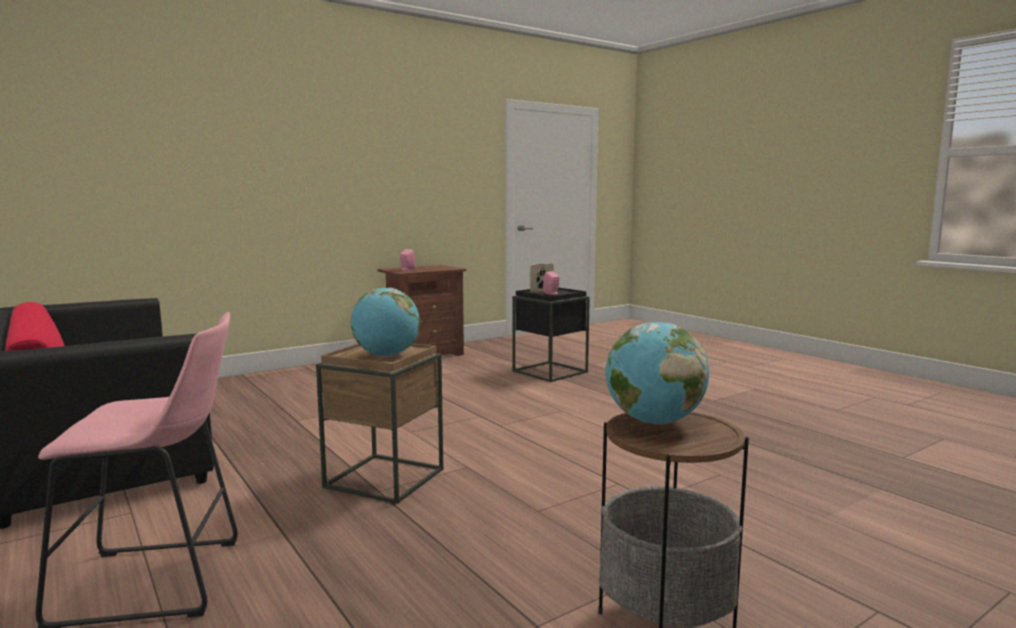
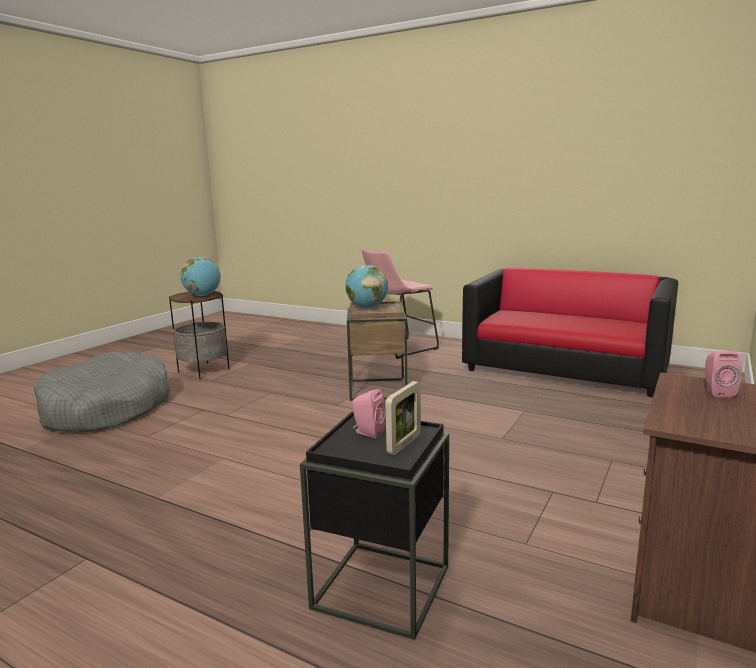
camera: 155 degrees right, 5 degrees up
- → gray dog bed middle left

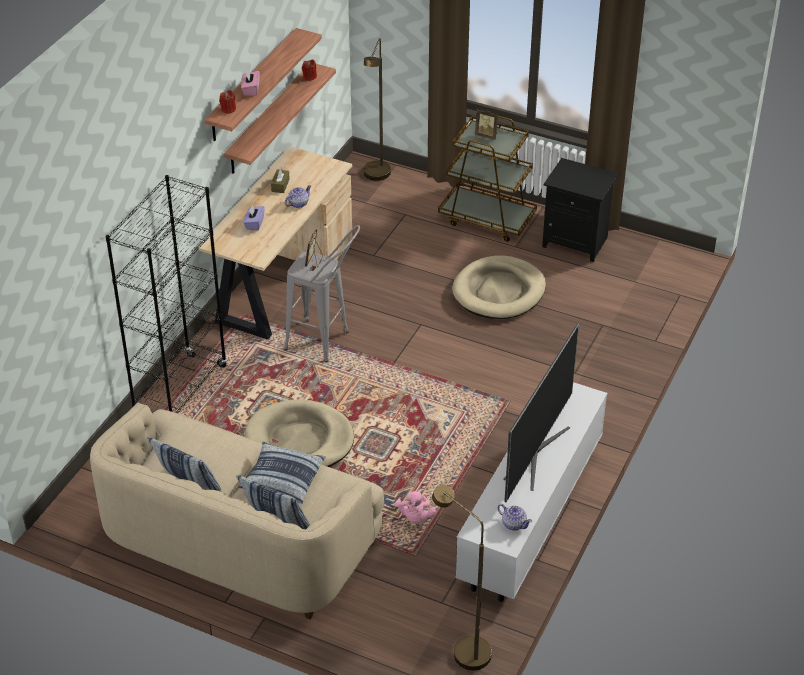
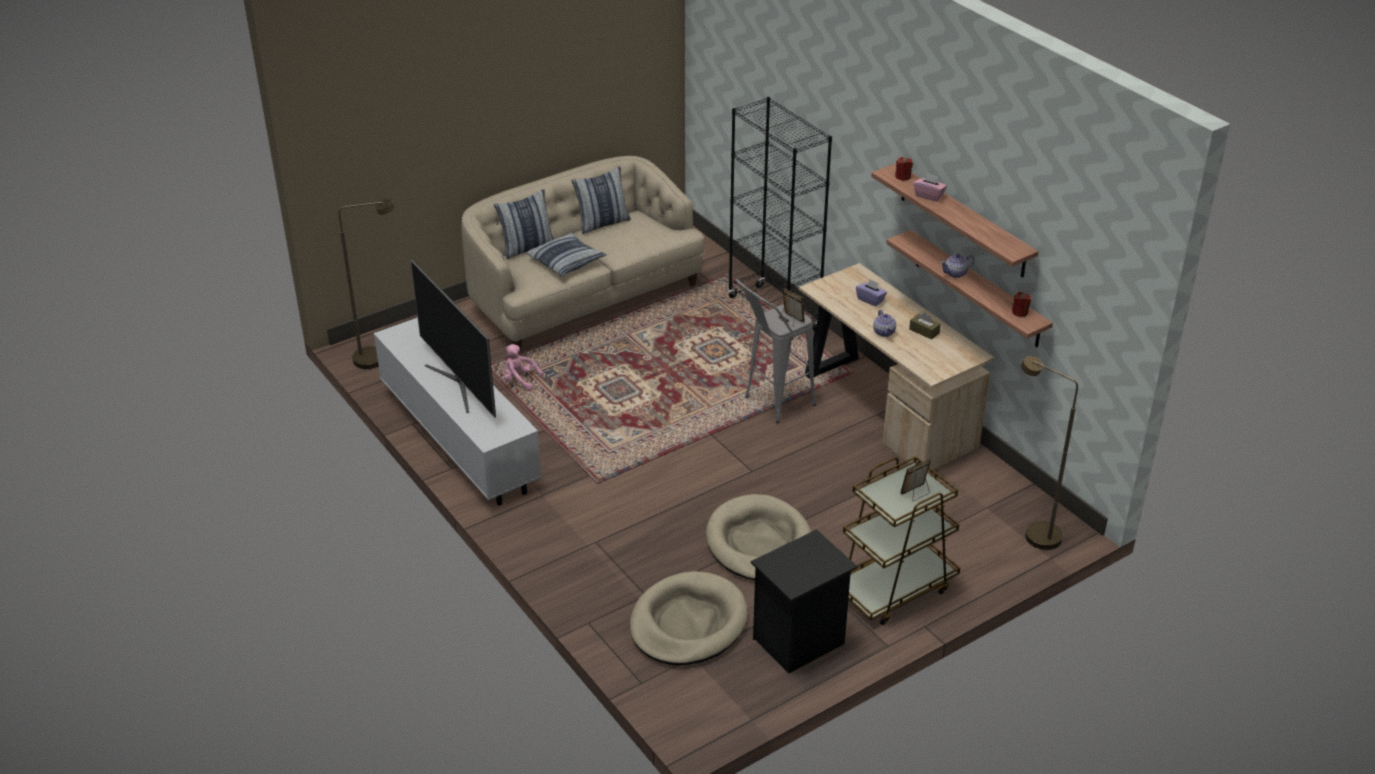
camera: 120 degrees right, 5 degrees down
beige-coloured dog bed (no. 1 from left) centre → beige-coloured dog bed (no. 1 from left) bottom centre, relocated
tea pot (no. 2 from left) bottom centre → tea pot (no. 2 from left) middle right, relocated

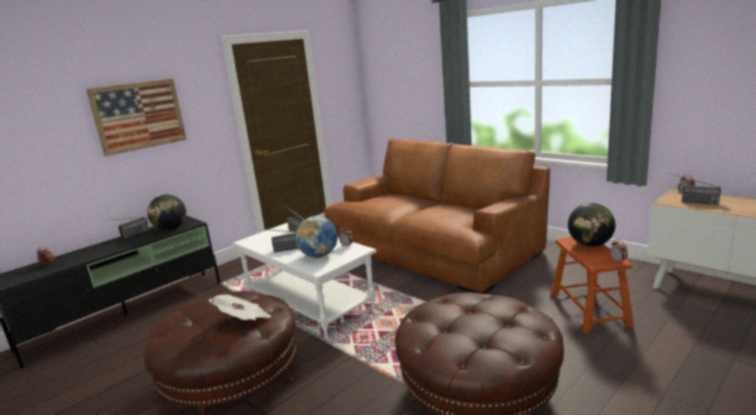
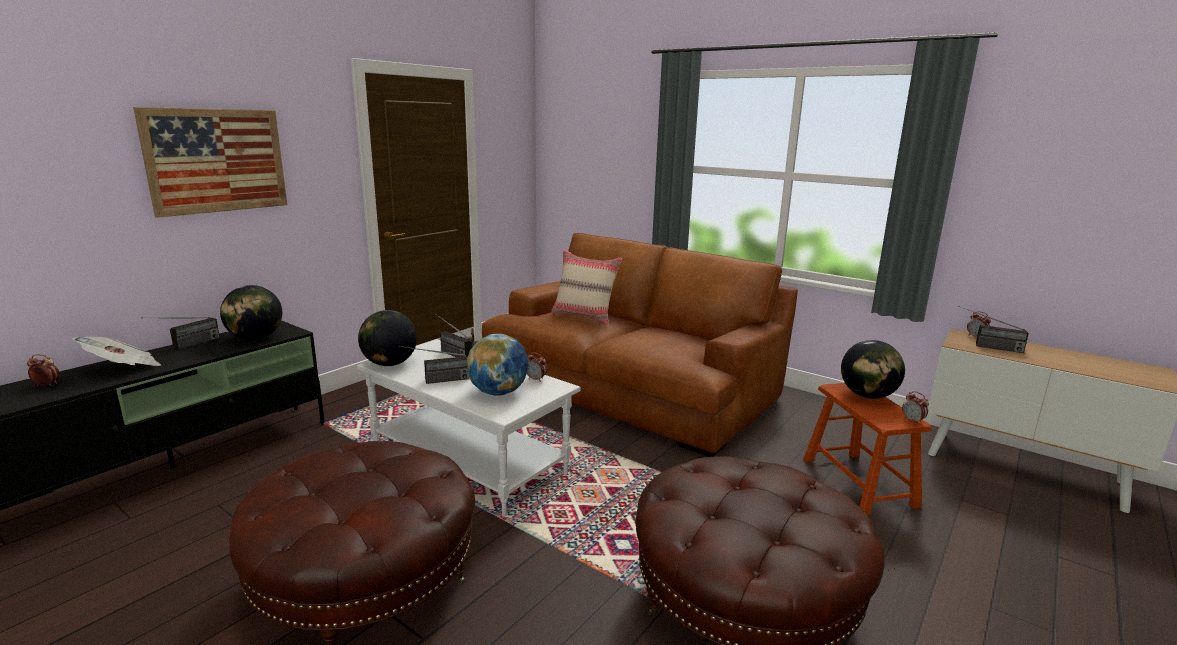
camera: 10 degrees left, 0 degrees up
printed paper bottom left → printed paper middle left, relocated
- → desk globe (no. 2 from left) middle left
- → beige-coloured throw pillow centre

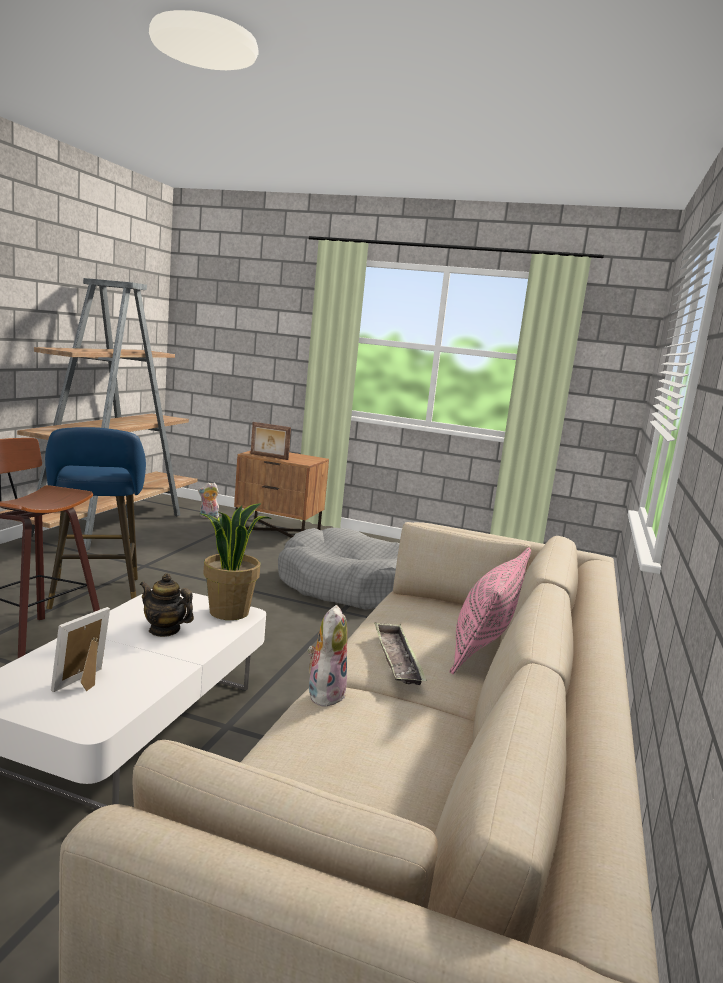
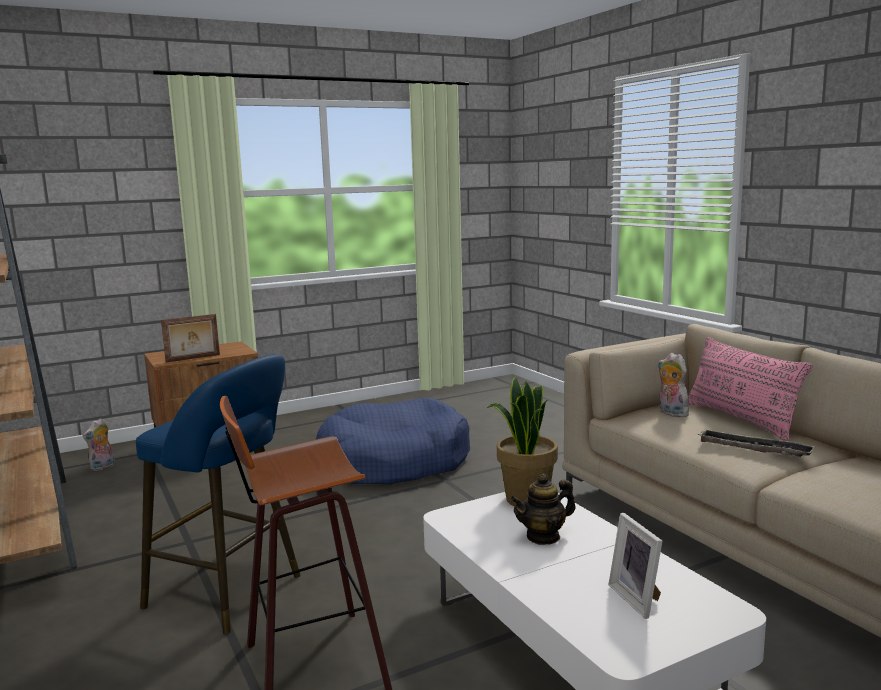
camera: 45 degrees left, 0 degrees up
gray dog bed centre → bluish dog bed centre
plush toy (no. 2 from left) centre → plush toy (no. 2 from left) middle right, relocated

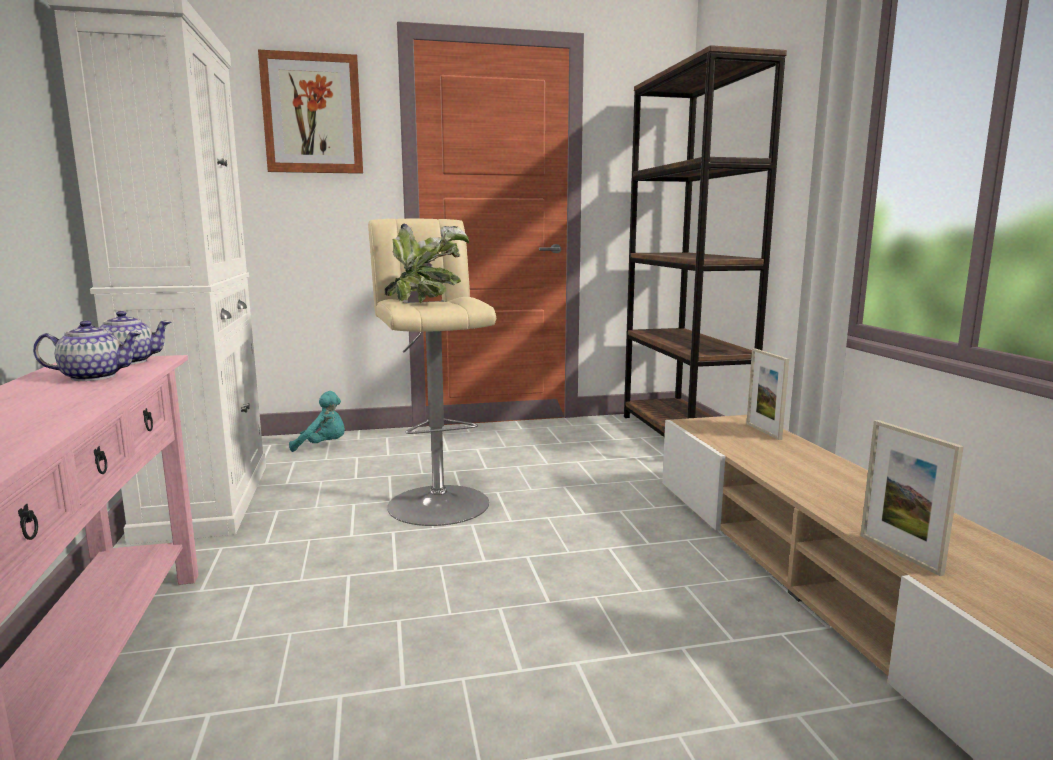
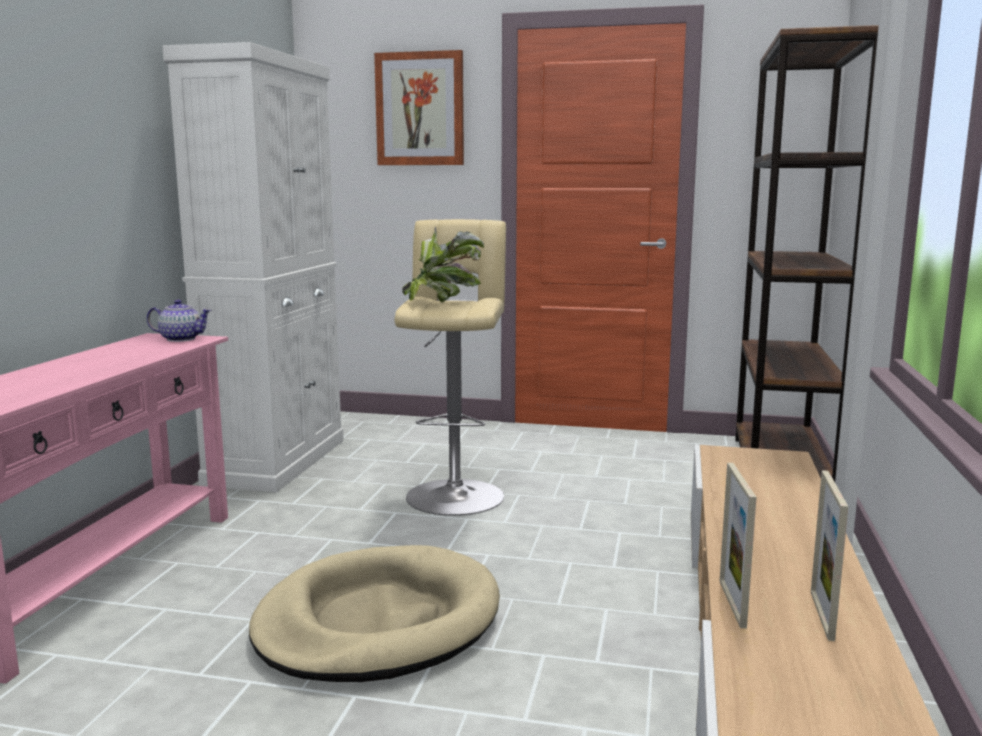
camera: 25 degrees right, 0 degrees up
- → beige-coloured dog bed bottom centre
standing frame (no. 1 from left in the first image) middle right → standing frame (no. 2 from left) bottom right, relocated
tea pot (no. 1 from left) middle left → -
blue-green plush toy middle left → -

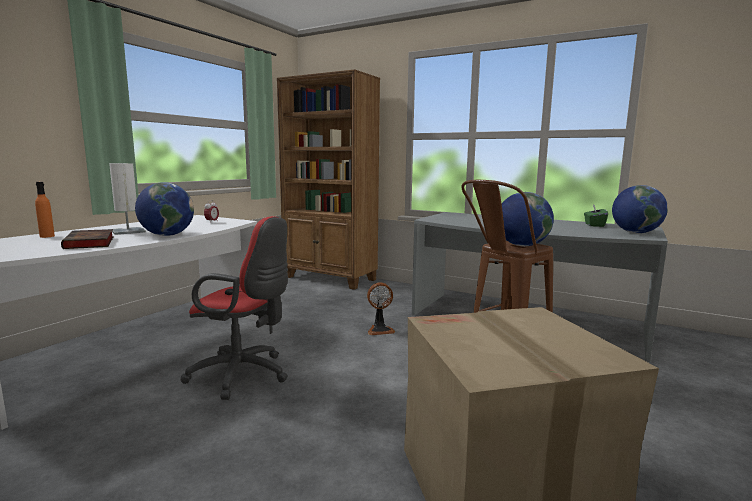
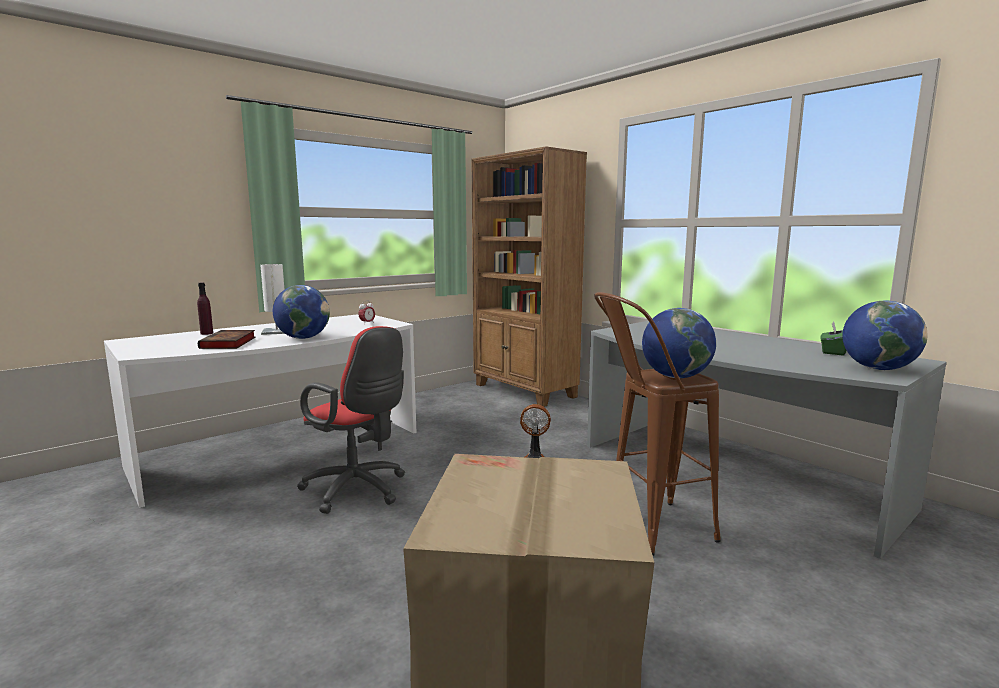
camera: 20 degrees right, 0 degrees up
orange-coloured beverage bottle middle left → purple beverage bottle middle left

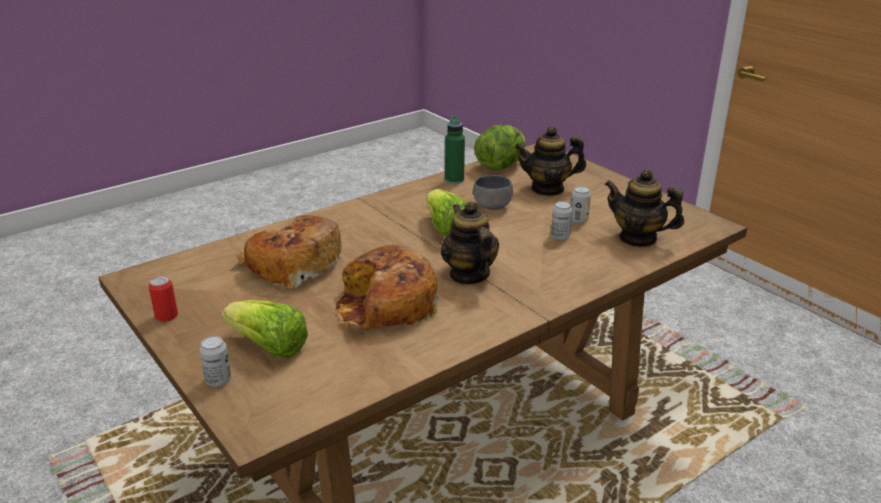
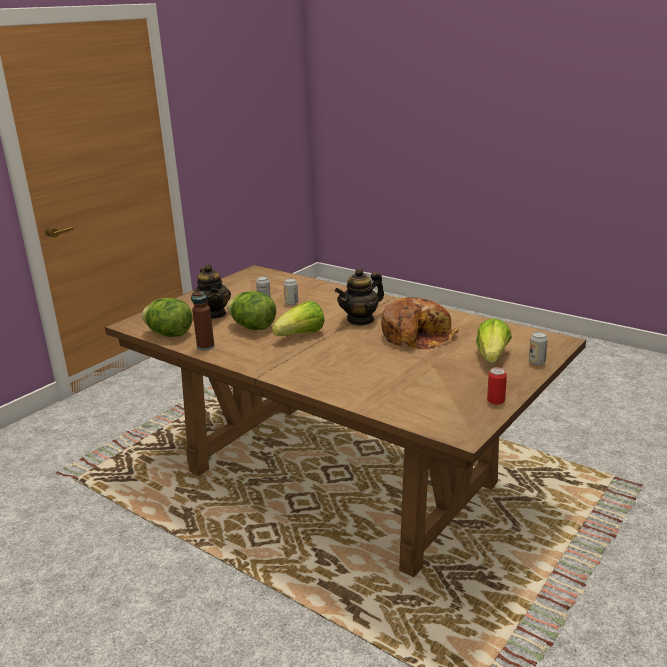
camera: 105 degrees left, 5 degrees down
green-coloured beverage bottle top centre → brown beverage bottle middle left
gray serving bowl centre → lettuce head (no. 2 from left) centre
baked bread (no. 1 from left) middle left → -
tea pot (no. 3 from left) middle right → -

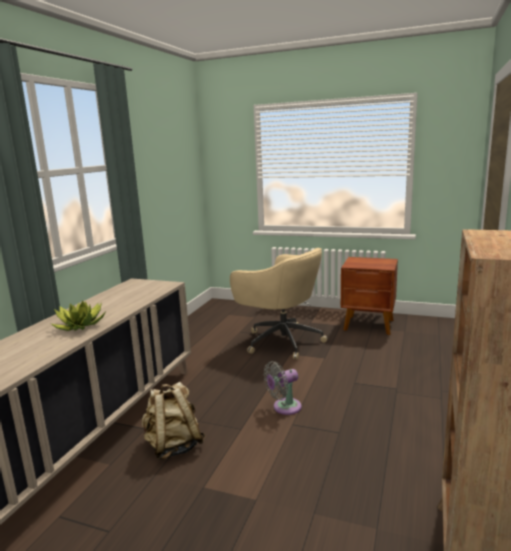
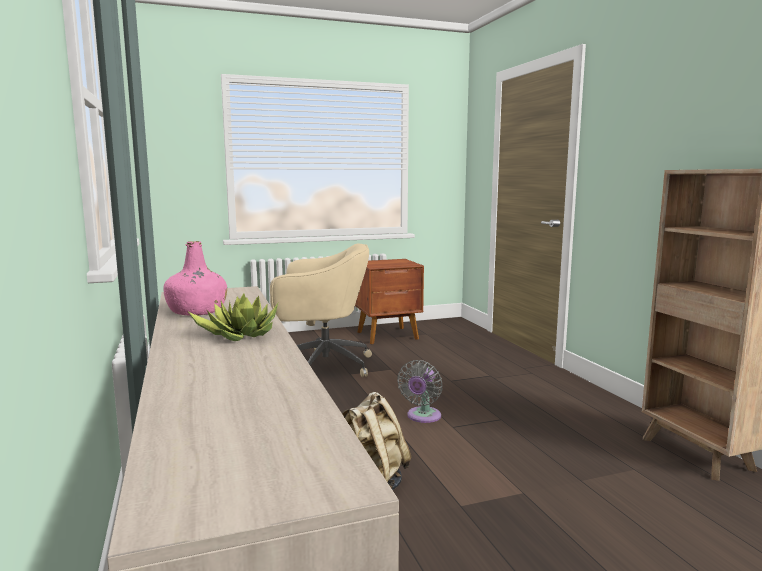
camera: 40 degrees left, 5 degrees down
- → pink-coloured beverage bottle middle left

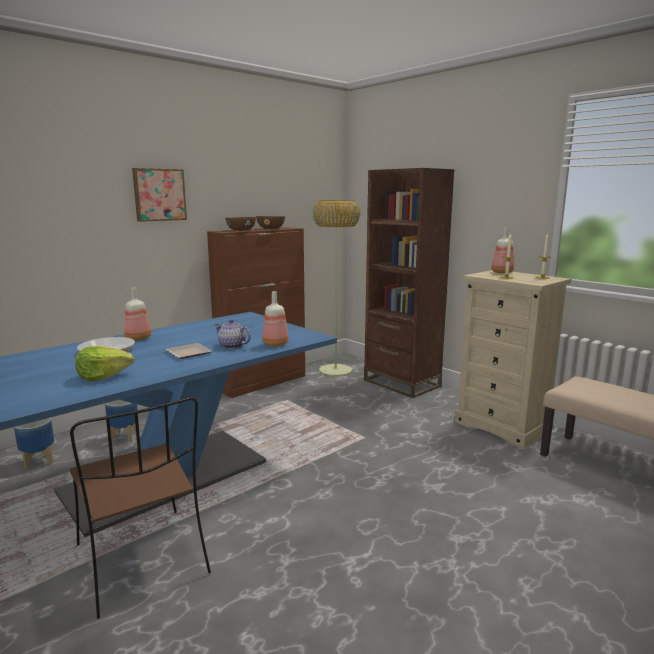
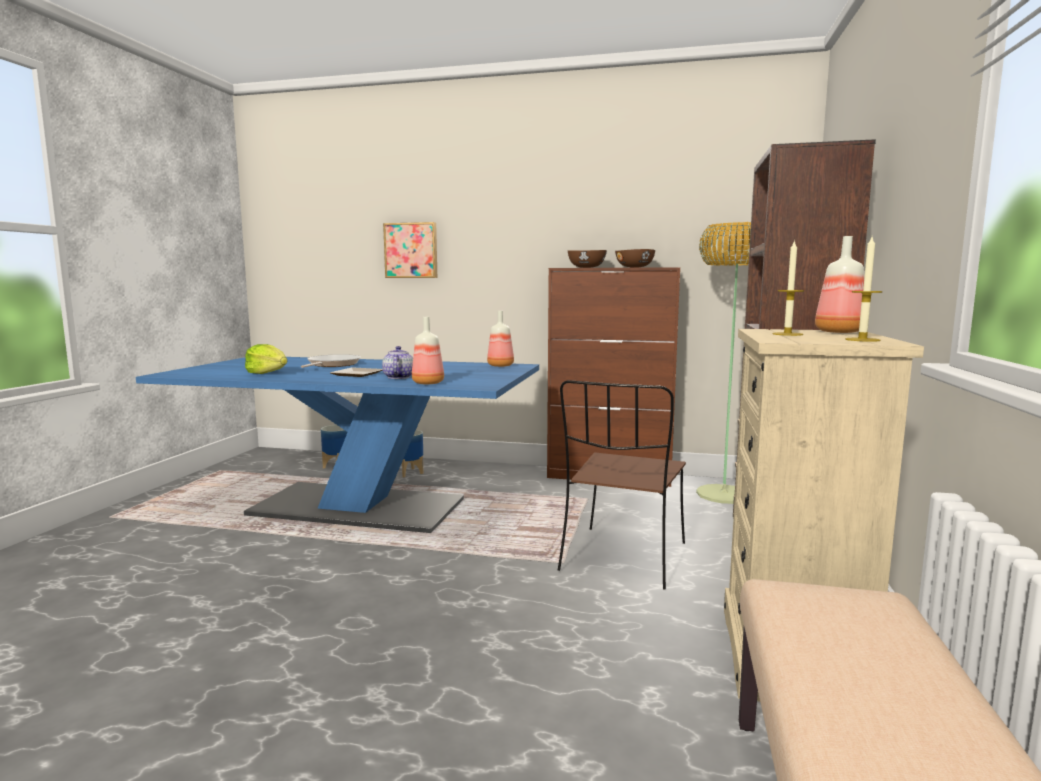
camera: 55 degrees right, 5 degrees down
picture top left → picture top centre, relocated
beverage bottle (no. 1 from left in the first image) middle left → beverage bottle (no. 2 from left) centre, relocated
brown plain chair bottom left → brown plain chair centre, relocated

